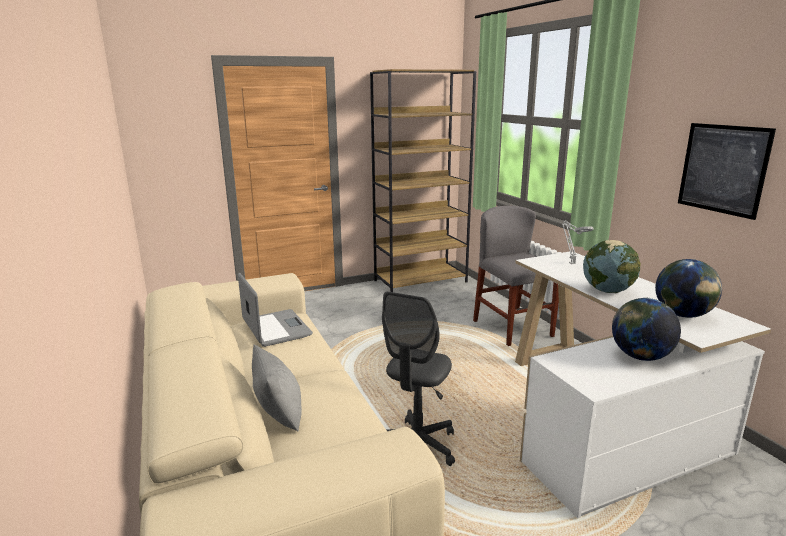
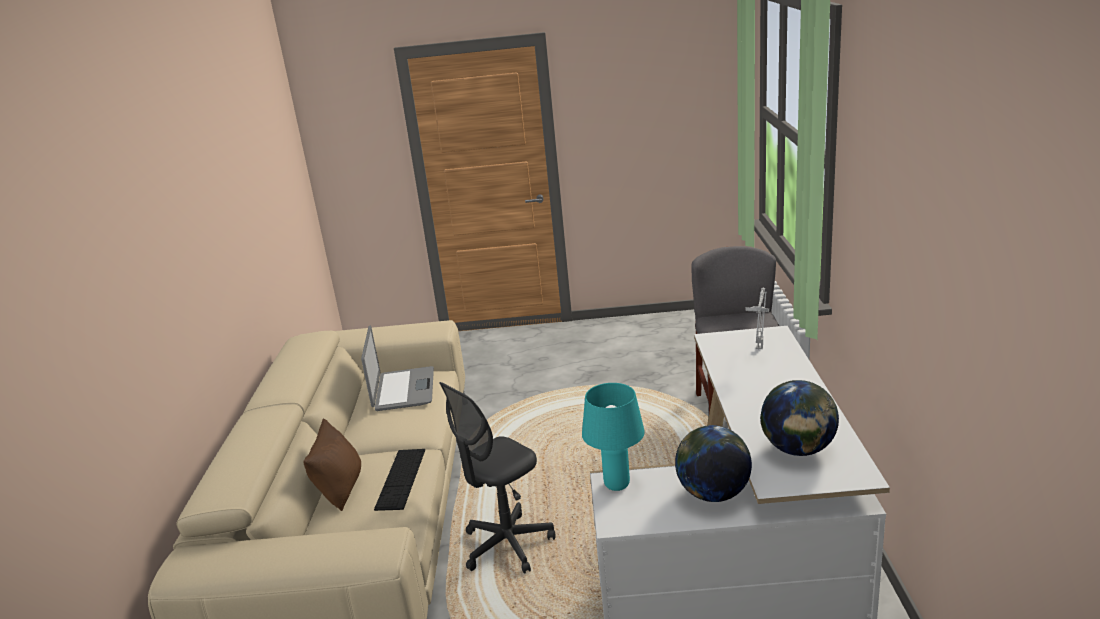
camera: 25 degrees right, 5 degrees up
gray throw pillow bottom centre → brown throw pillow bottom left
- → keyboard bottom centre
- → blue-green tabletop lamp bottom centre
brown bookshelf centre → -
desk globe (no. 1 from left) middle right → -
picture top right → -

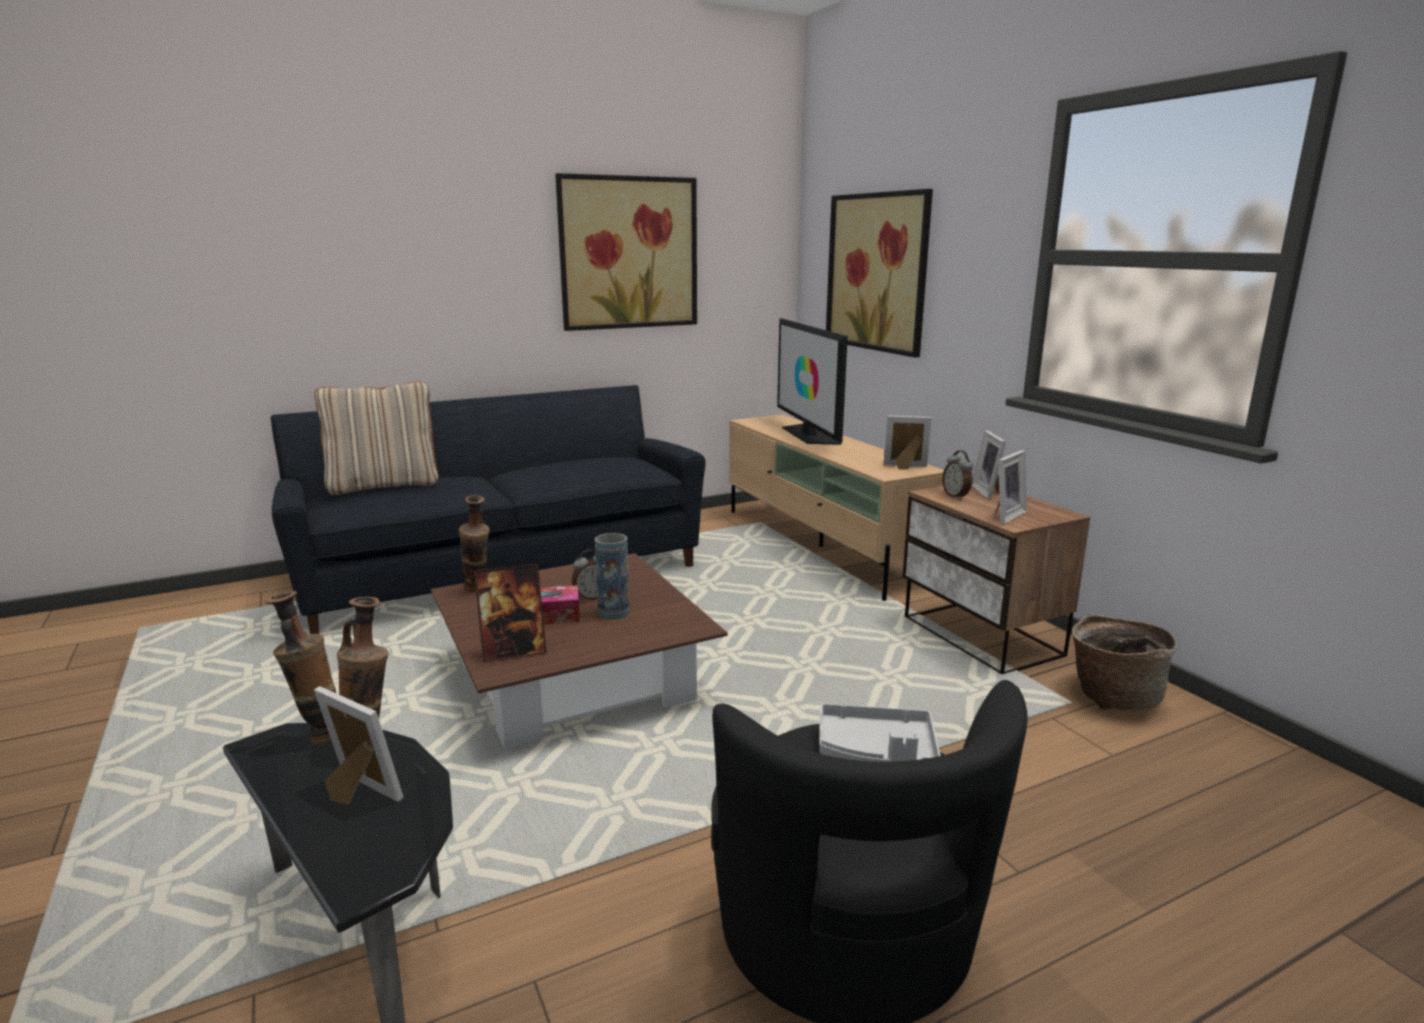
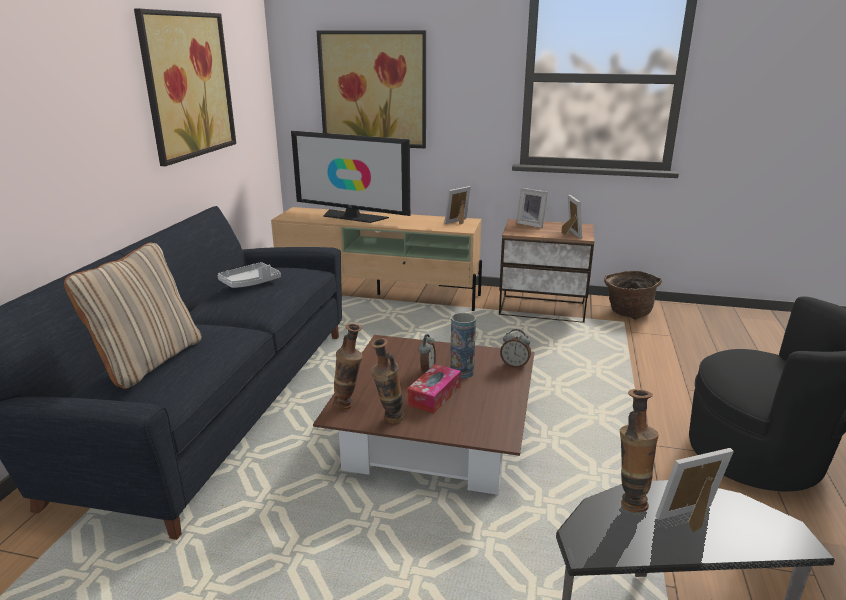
camera: 50 degrees left, 5 degrees up
gray serving tray bottom centre → gray serving tray middle left, relocated
decorative vase (no. 1 from left in the first image) middle left → decorative vase (no. 2 from left) centre, relocated
alarm clock (no. 2 from left) middle right → alarm clock (no. 2 from left) centre, relocated
standing frame (no. 2 from left) centre → -

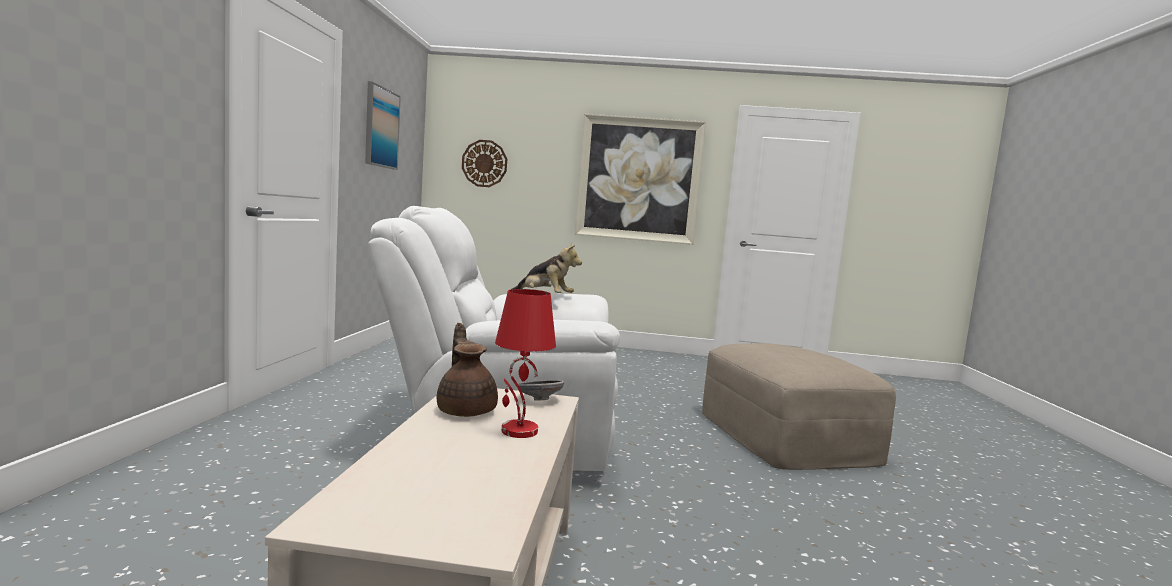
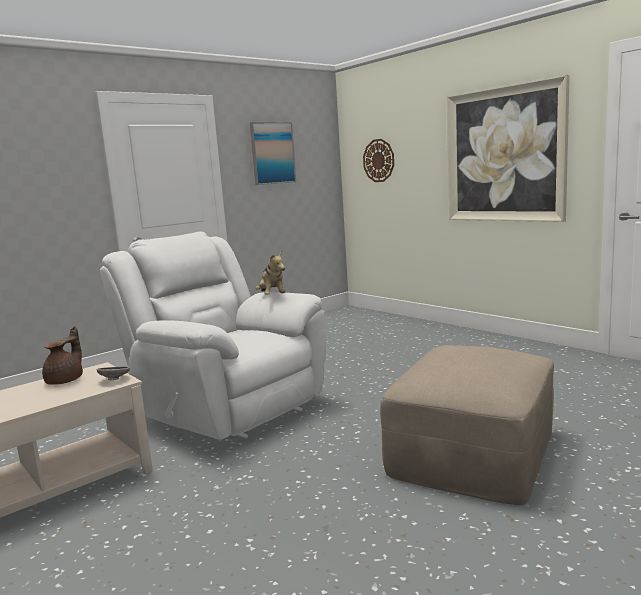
camera: 45 degrees right, 5 degrees up
red-coloured tabletop lamp centre → -

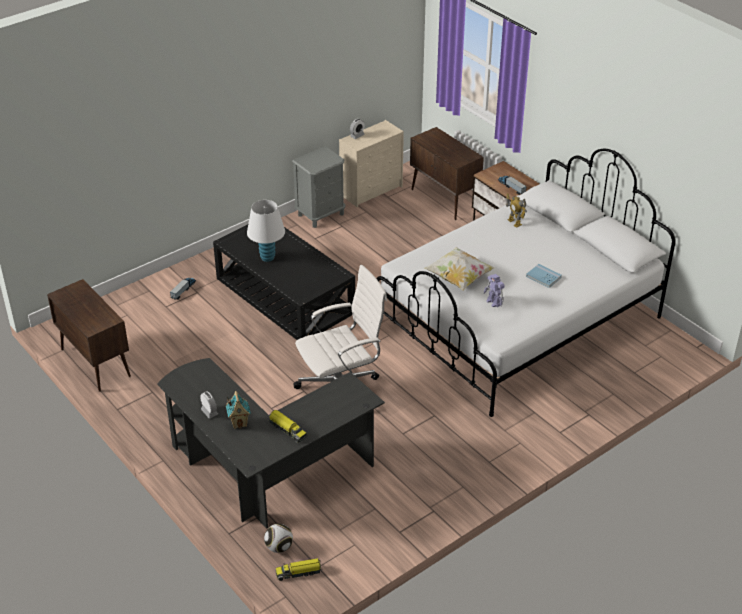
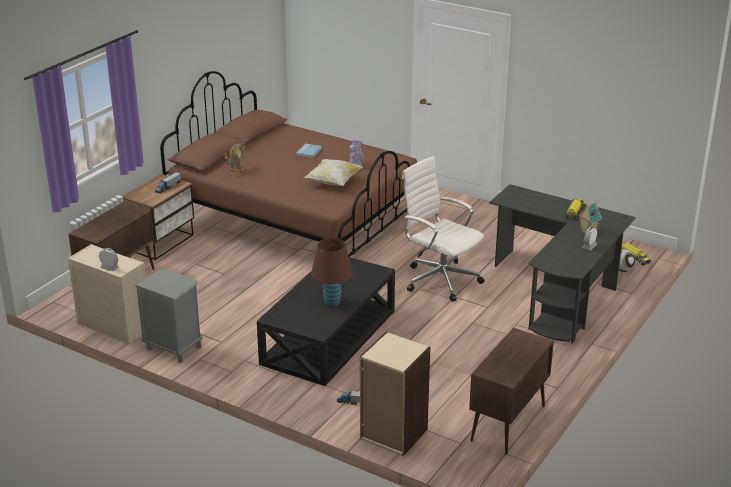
camera: 110 degrees left, 10 degrees down
white bedroom bed middle right → brown bedroom bed centre
white tabletop lamp centre → brown tabletop lamp centre
- → beige-coloured bookshelf bottom centre

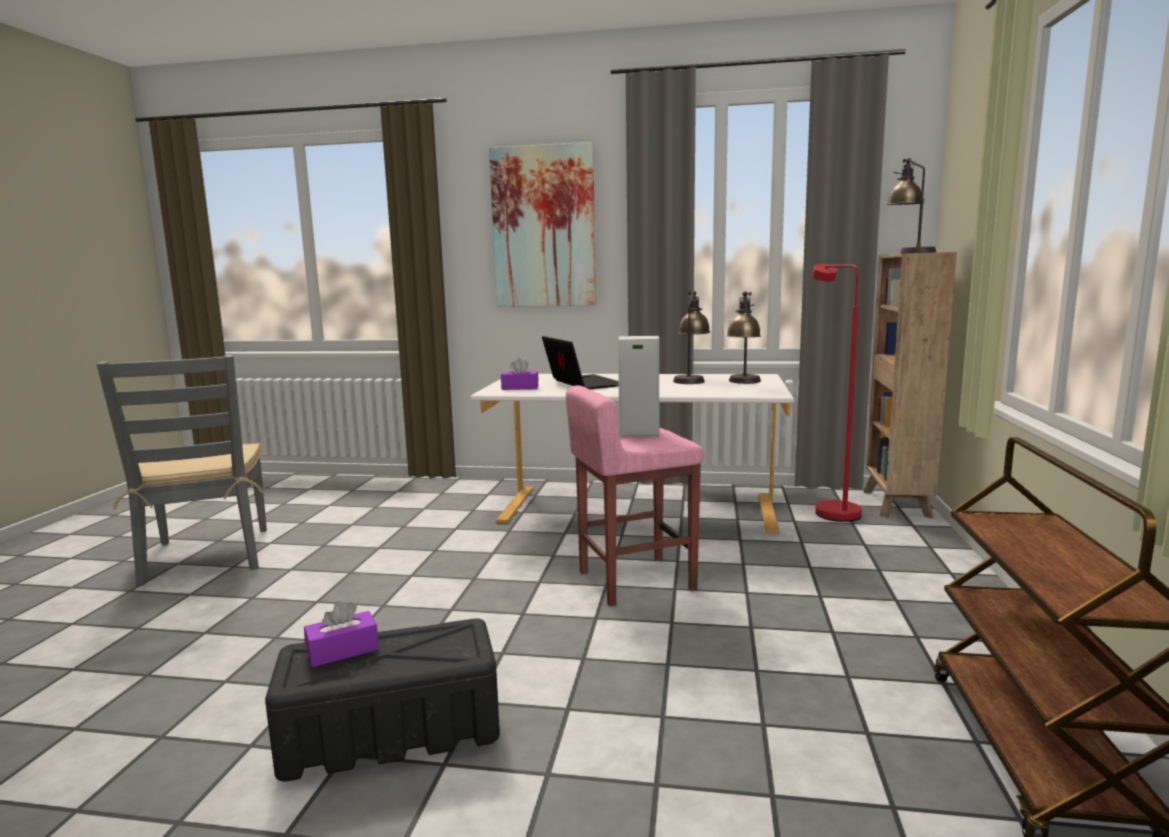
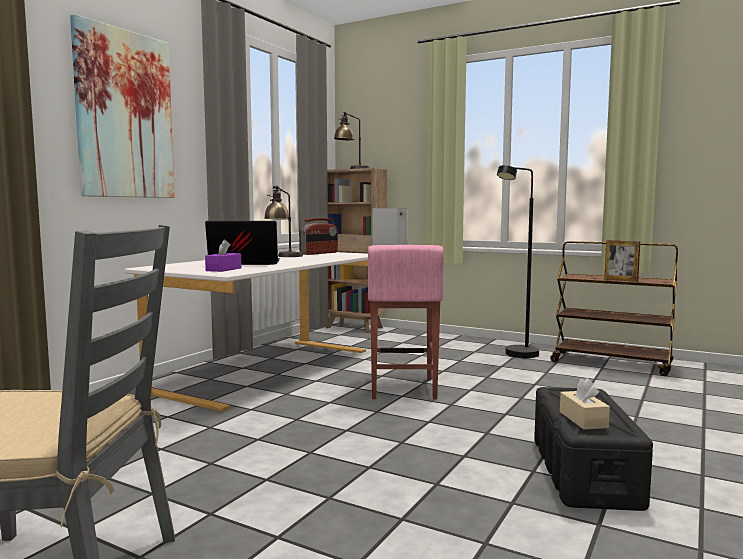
camera: 70 degrees left, 5 degrees down
tabletop lamp (no. 2 from left) centre → radio set centre
- → black standing lamp middle right
purple tissue holder (no. 1 from left) bottom left → beige-coloured tissue holder bottom right
- → standing frame middle right
red-coloured standing lamp middle right → -

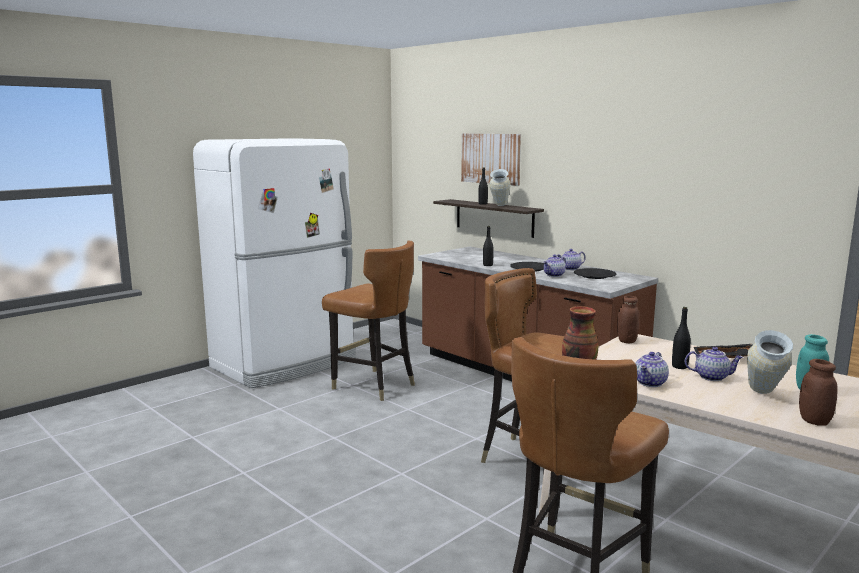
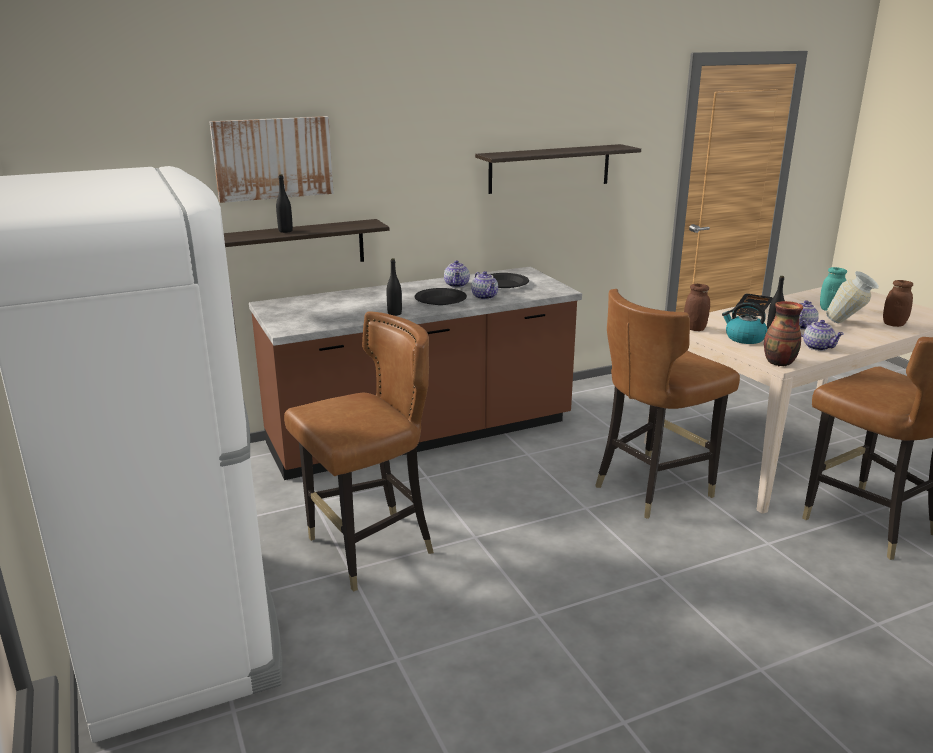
camera: 70 degrees left, 10 degrees up
- → bracket shelf (no. 2 from left) top centre
- → tea kettle middle right
decorative vase (no. 1 from left) top centre → -

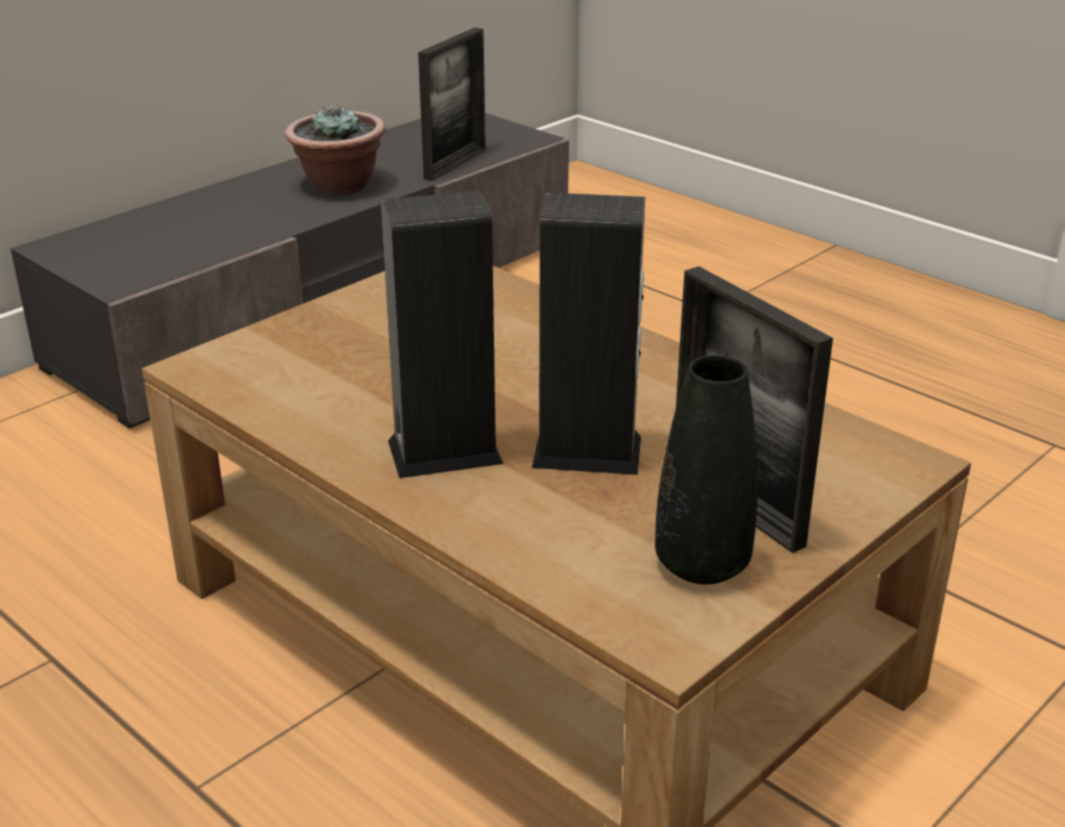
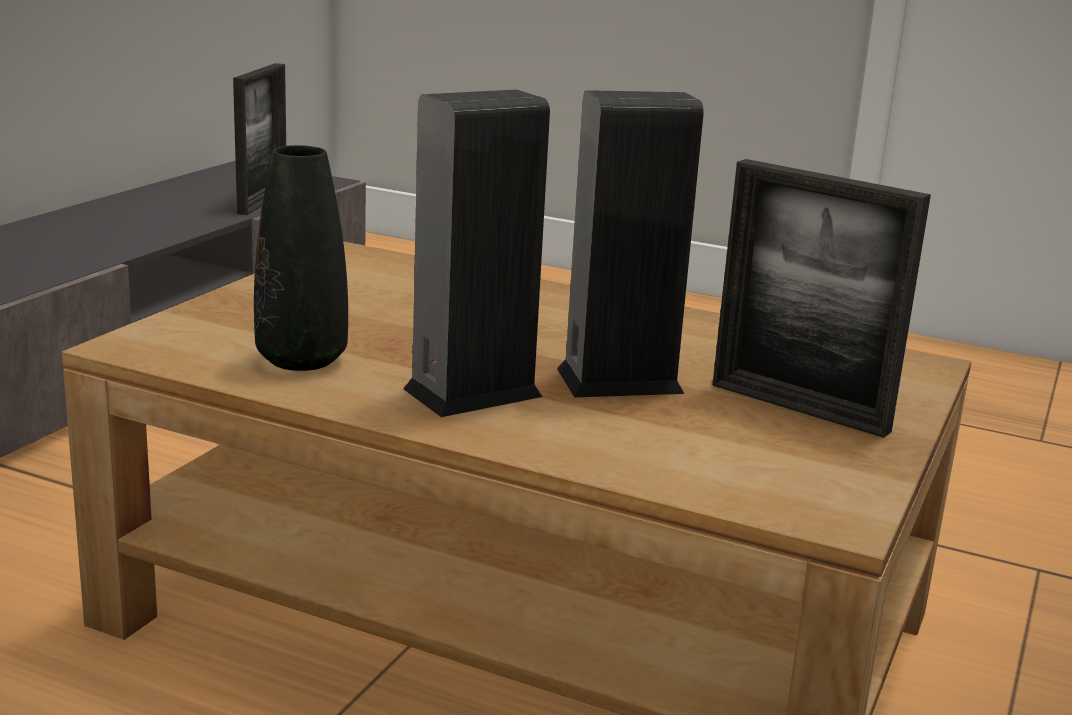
camera: 20 degrees left, 10 degrees down
black decorative vase centre → black decorative vase middle left, relocated
potted plant top left → -

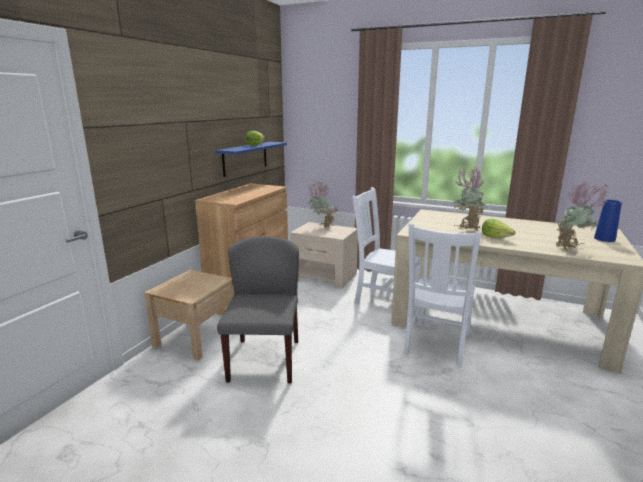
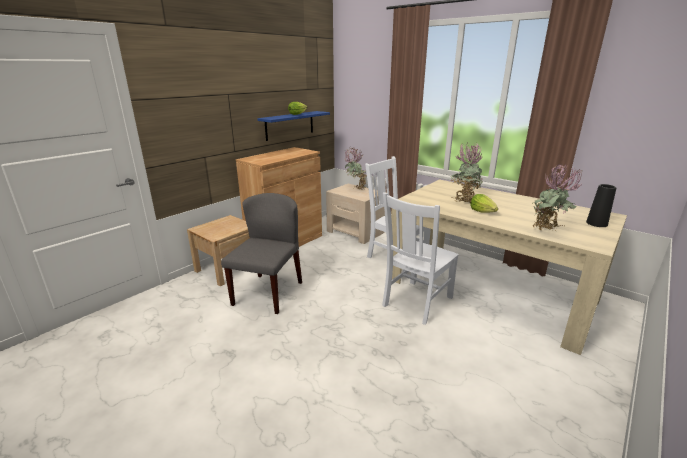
camera: 15 degrees right, 5 degrees up
bluish decorative vase middle right → black decorative vase middle right

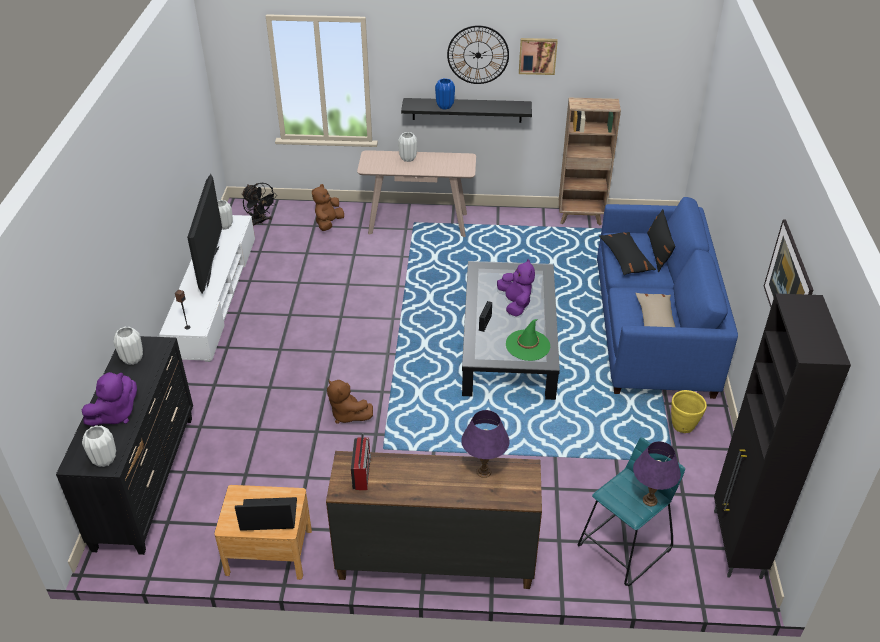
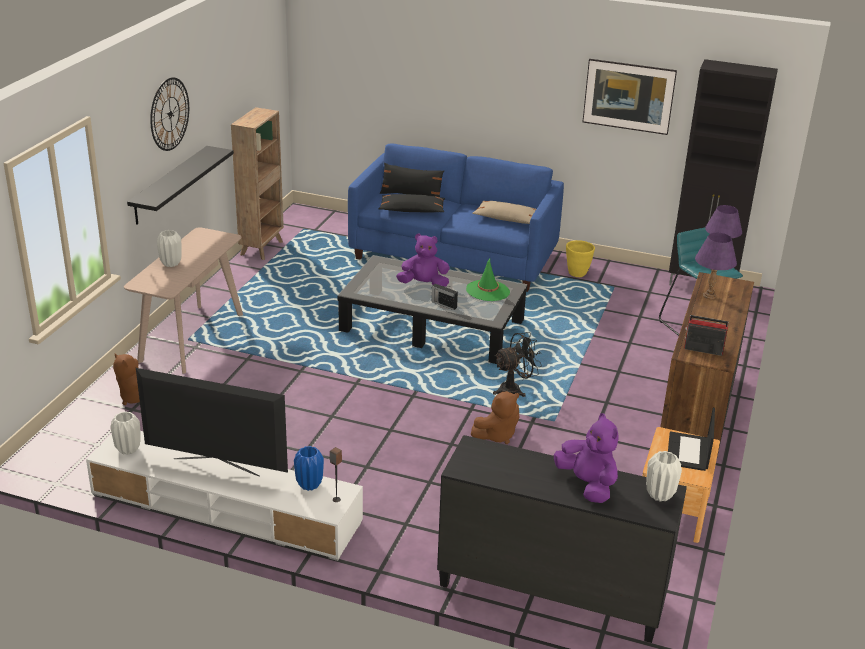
camera: 75 degrees left, 10 degrees down
bluish decorative vase top centre → bluish decorative vase bottom centre, relocated
black fan top left → black fan centre, relocated
white decorative vase (no. 2 from left) middle left → -
picture (no. 1 from left) top centre → -

